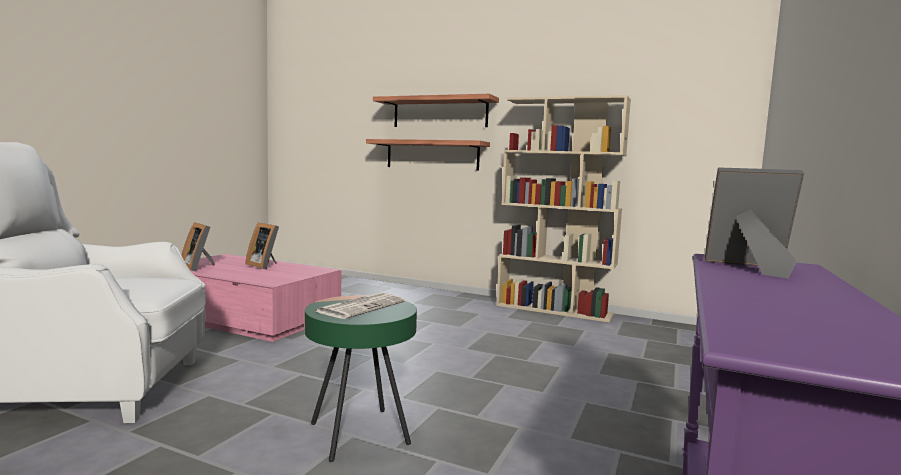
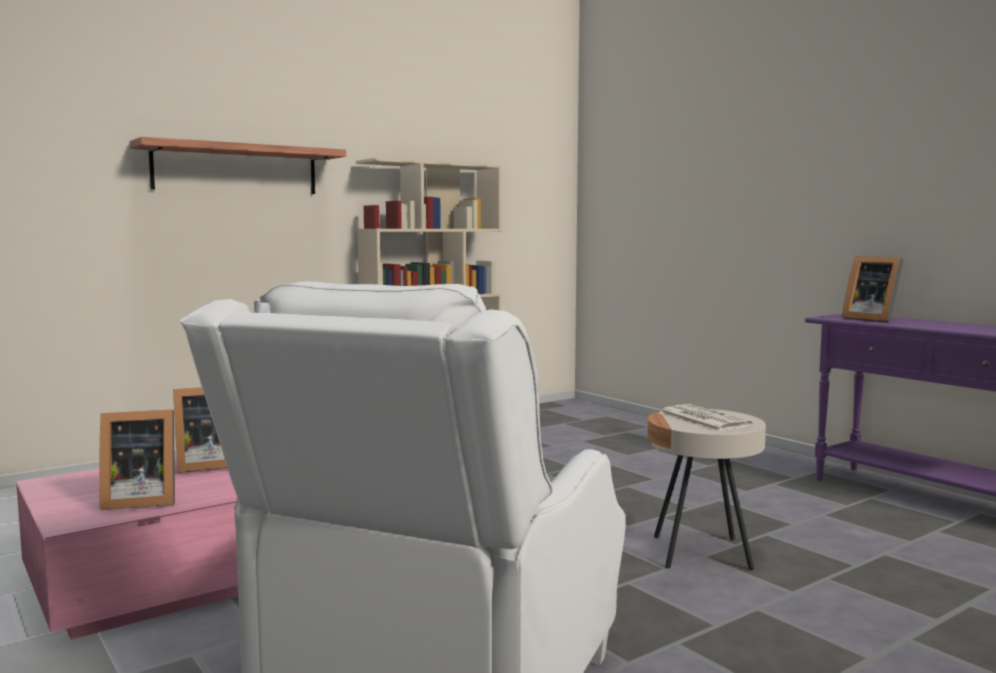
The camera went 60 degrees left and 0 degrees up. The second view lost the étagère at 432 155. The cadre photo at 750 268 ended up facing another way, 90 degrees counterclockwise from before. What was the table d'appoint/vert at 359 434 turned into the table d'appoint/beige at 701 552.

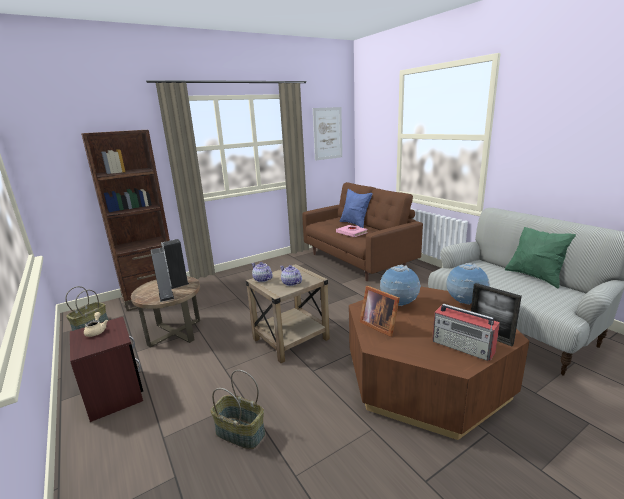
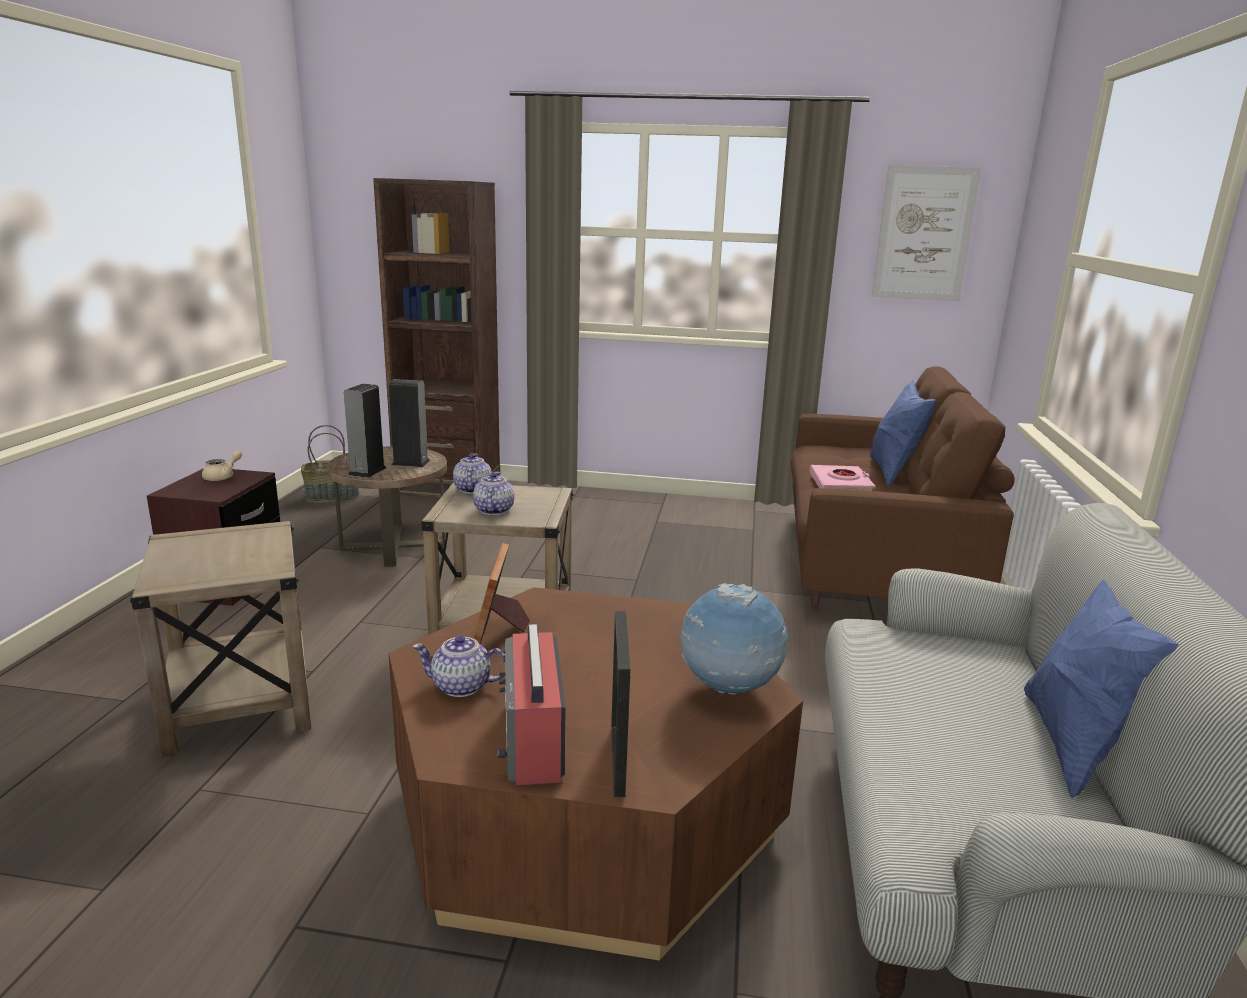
The camera went 40 degrees right and 0 degrees up. What was the coussin/vert at 535 276 turned into the coussin/bleu at 1078 746. The second view lost the globe at 399 304. Where the panier stood at 239 433, the table d'appoint/beige came to stand at 240 702. The second view gained the théière at 462 686.

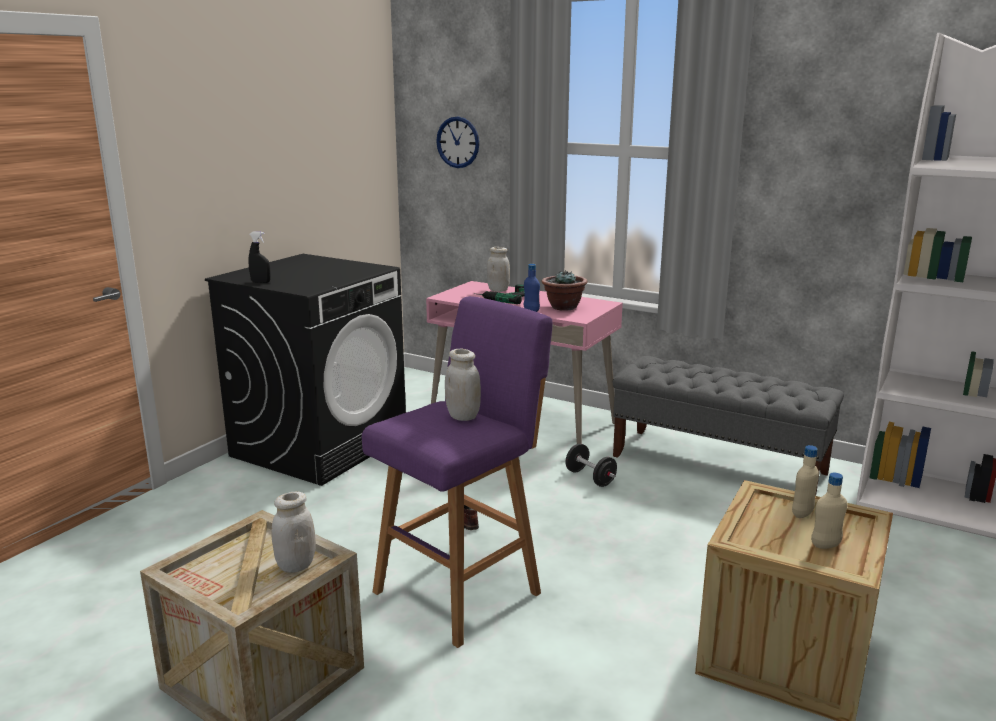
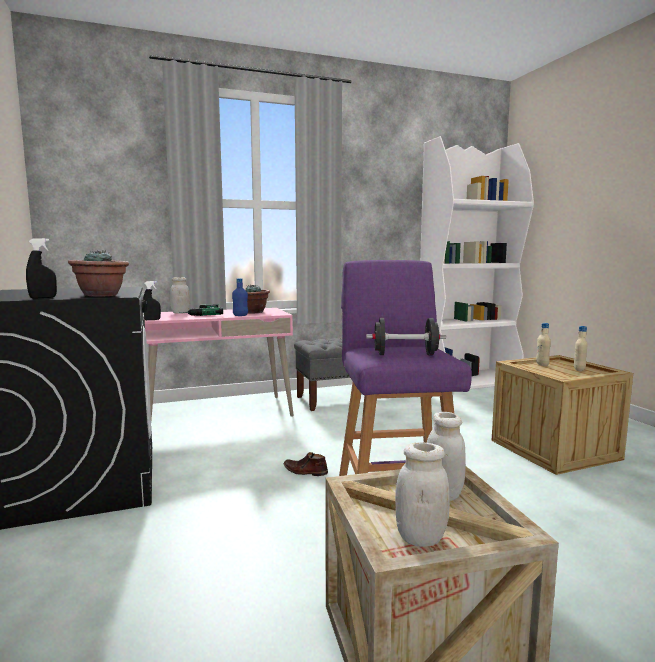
The camera went 50 degrees left and 10 degrees down. The second view lost the horloge murale at 458 142. The bocal/blanc ended up elsewhere, having gone from 463 416 to 420 538. The haltère/noir ended up elsewhere, having gone from 590 478 to 405 354. The second view gained the plante en pot at 101 295. The second view gained the vaporisateur/noir at 152 320.

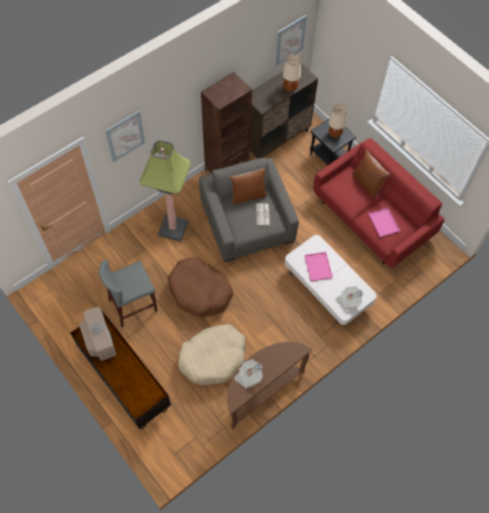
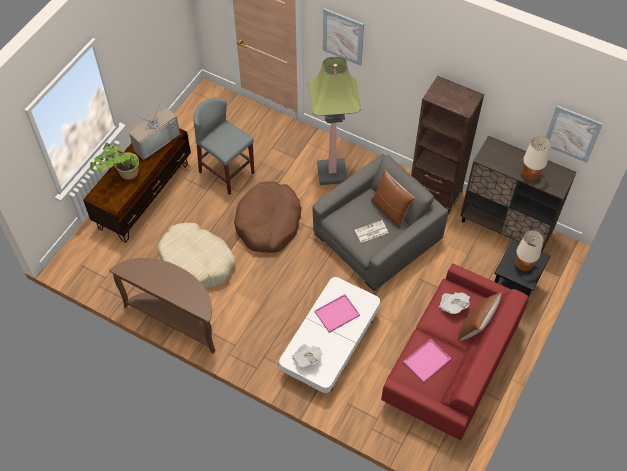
The camera went 70 degrees right and 5 degrees down. The journal ended up elsewhere, having gone from 248 376 to 452 305. The second view gained the plante en pot at 120 177.

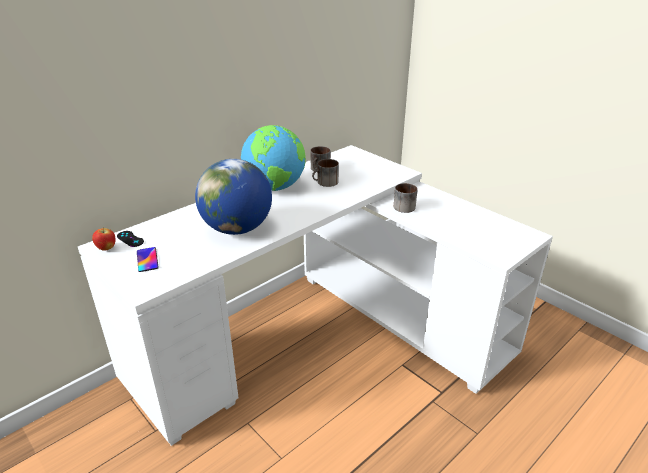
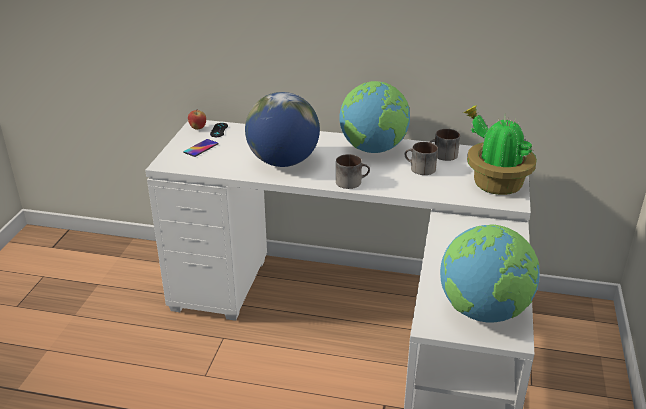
The camera went 55 degrees right and 0 degrees up. The mug ended up elsewhere, having gone from 404 206 to 351 181. The second view gained the plante en pot at 495 184. The second view gained the globe at 484 311.

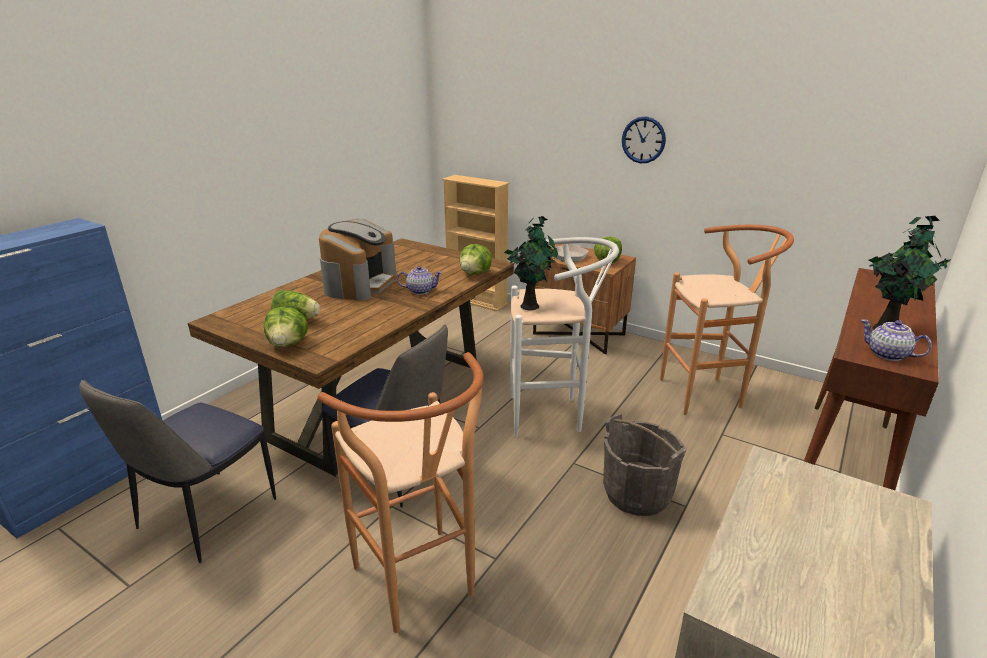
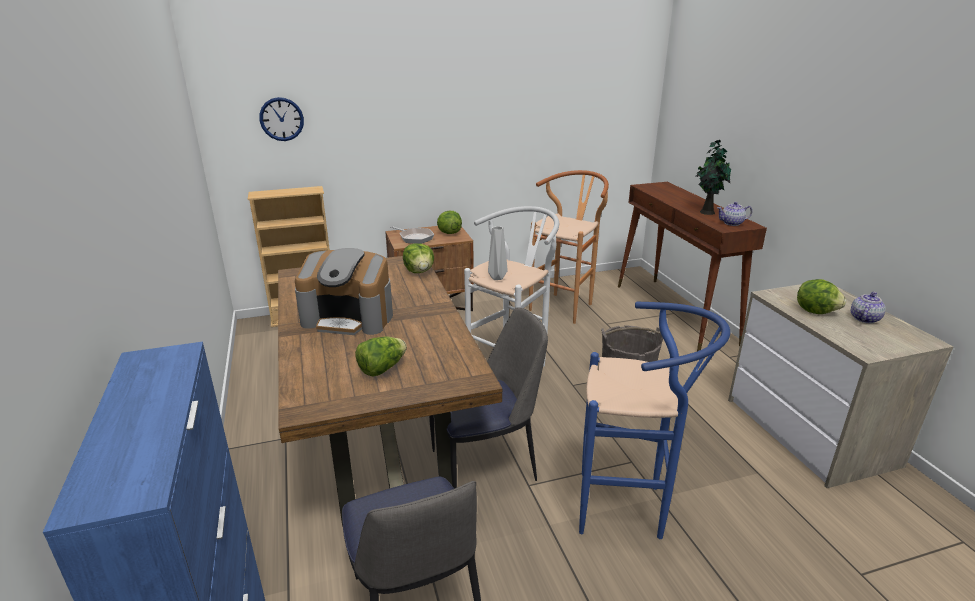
The camera went 50 degrees left and 0 degrees up. The horloge murale ended up elsewhere, having gone from 643 140 to 281 119. Where the plante en pot stood at 530 305, the vase/gris came to stand at 498 278. The machine à café at 360 283 ended up facing another way, 135 degrees clockwise from before. The théière ended up elsewhere, having gone from 420 291 to 864 319. The laitue ended up elsewhere, having gone from 288 344 to 815 311. What was the tabouret/marron at 421 588 turned into the tabouret/bleu at 630 508.

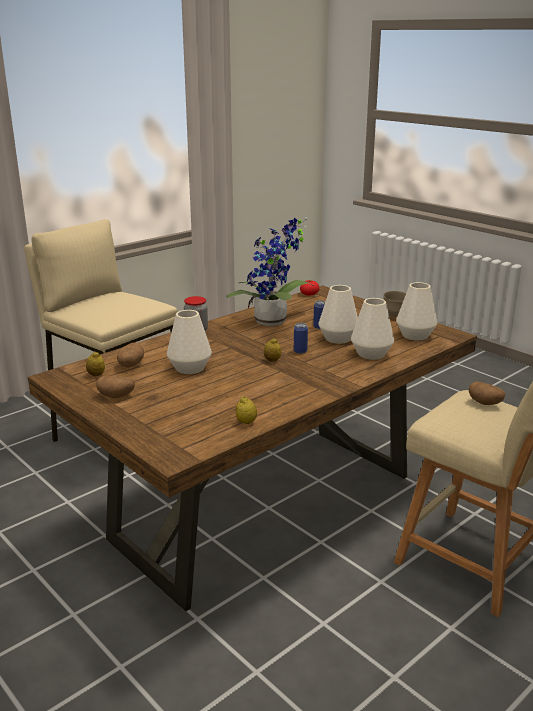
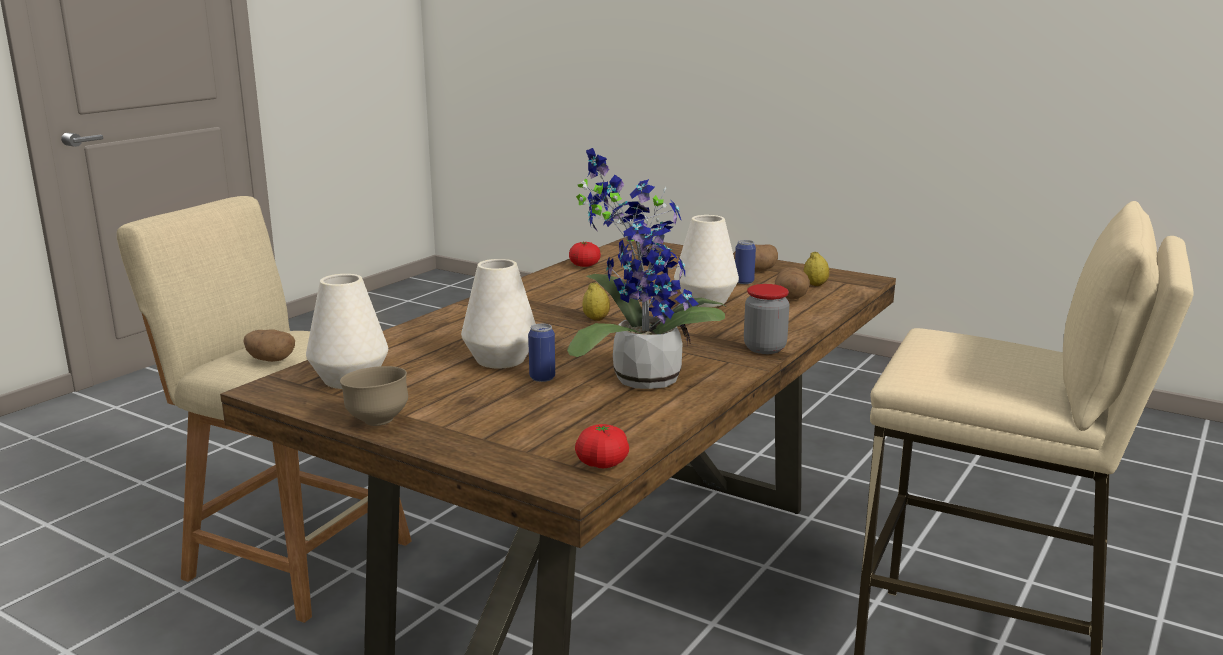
The camera went 165 degrees right and 5 degrees down. The second view lost the vase/blanc at 371 354. The boîte métallique ended up elsewhere, having gone from 300 351 to 744 282. Where the citron stood at 246 422, the tomate came to stand at 584 265.

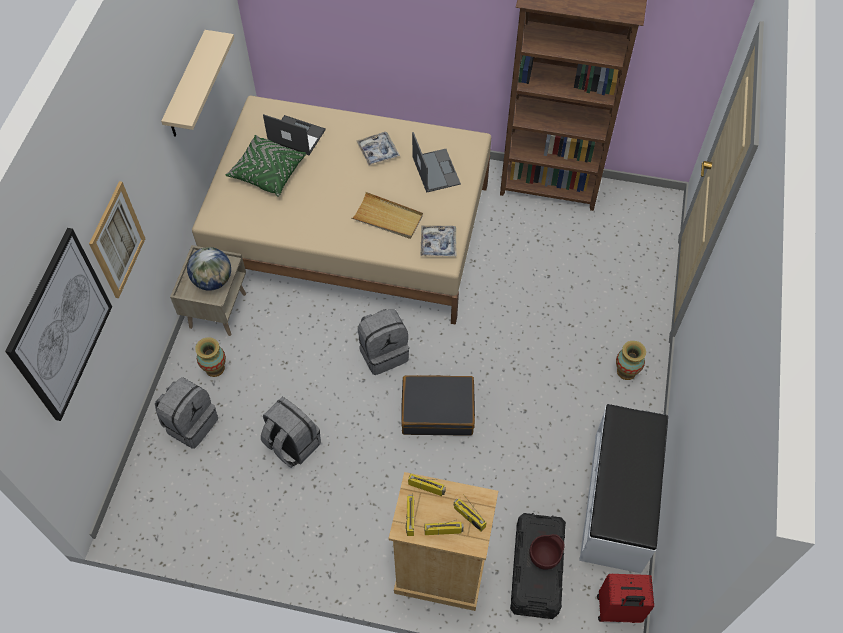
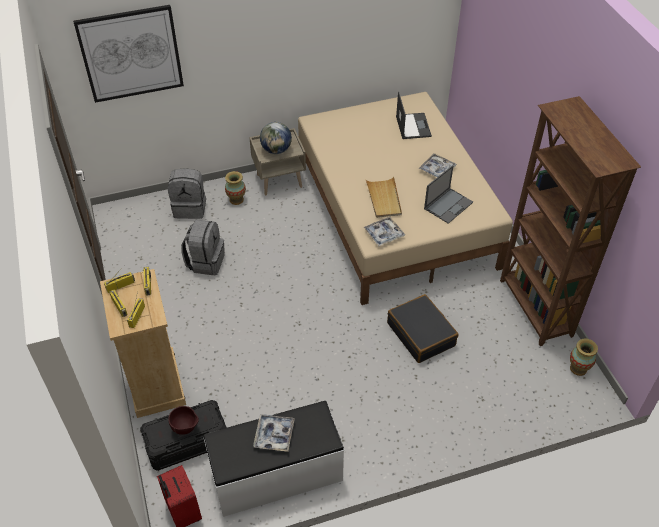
The camera went 60 degrees right and 10 degrees down. The second view lost the étagère/beige at 187 87. The second view lost the coussin/vert at 267 172. The second view lost the tableau at 117 240. The second view lost the sac à dos/gris at 383 353. The vase ended up elsewhere, having gone from 626 371 to 578 368. The valise/noir ended up elsewhere, having gone from 437 410 to 421 334. The second view gained the plateau at 274 435.

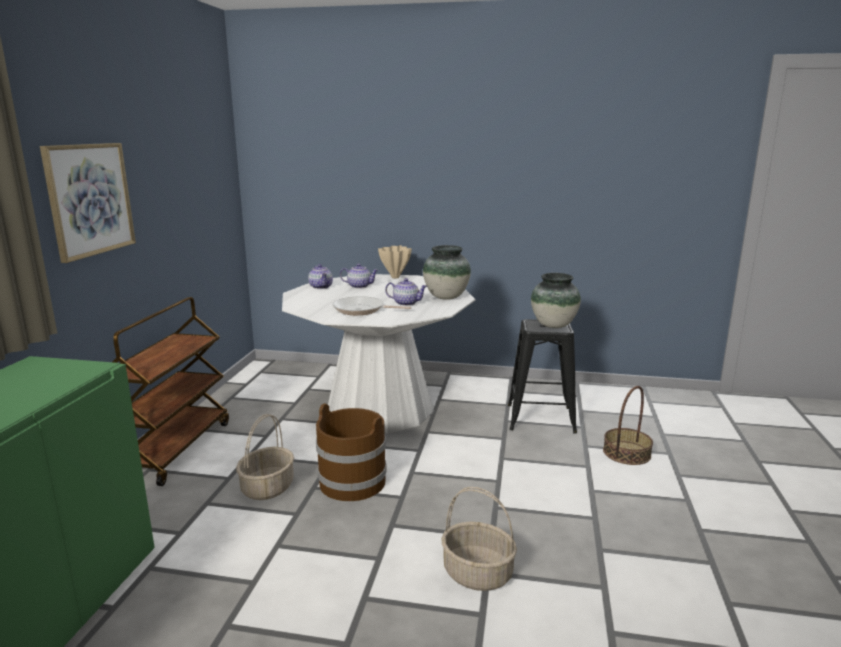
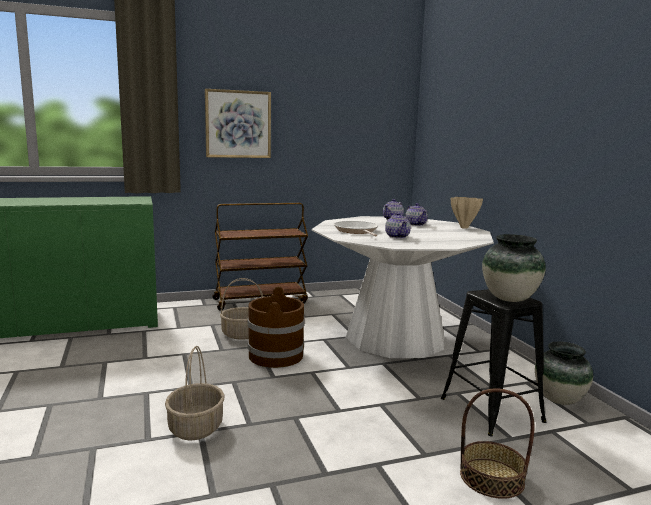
The camera went 60 degrees right and 5 degrees down. The vase ended up elsewhere, having gone from 446 297 to 559 399.

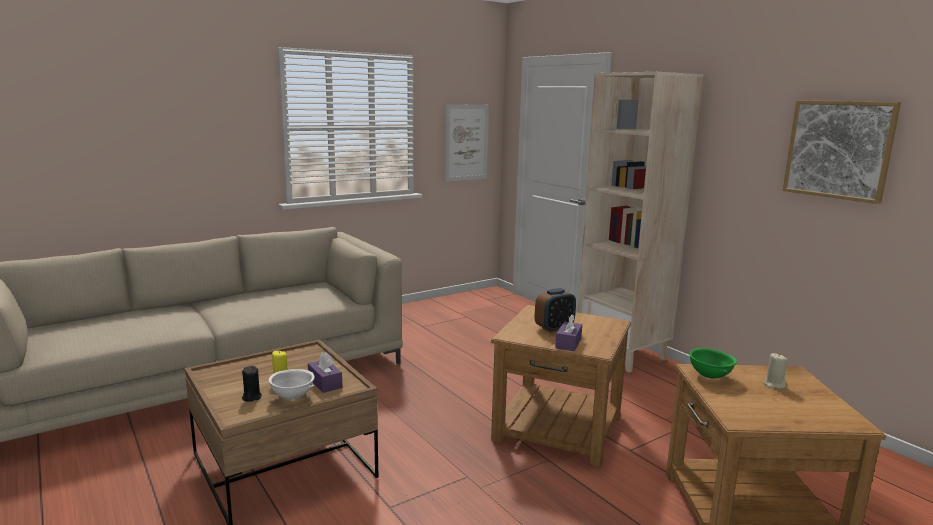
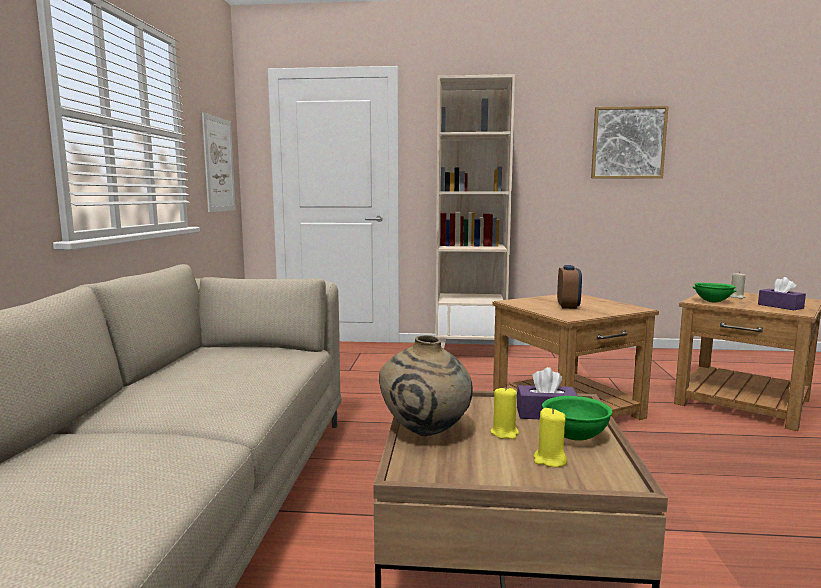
The camera went 50 degrees left and 5 degrees down. The boîte à mouchoirs/violet ended up elsewhere, having gone from 568 343 to 780 306. What was the bougie/noir at 251 397 turned into the bougie/jaune at 550 460. What was the bol/blanc at 292 397 turned into the bol/vert at 574 437. The second view gained the vase/beige at 426 433.

